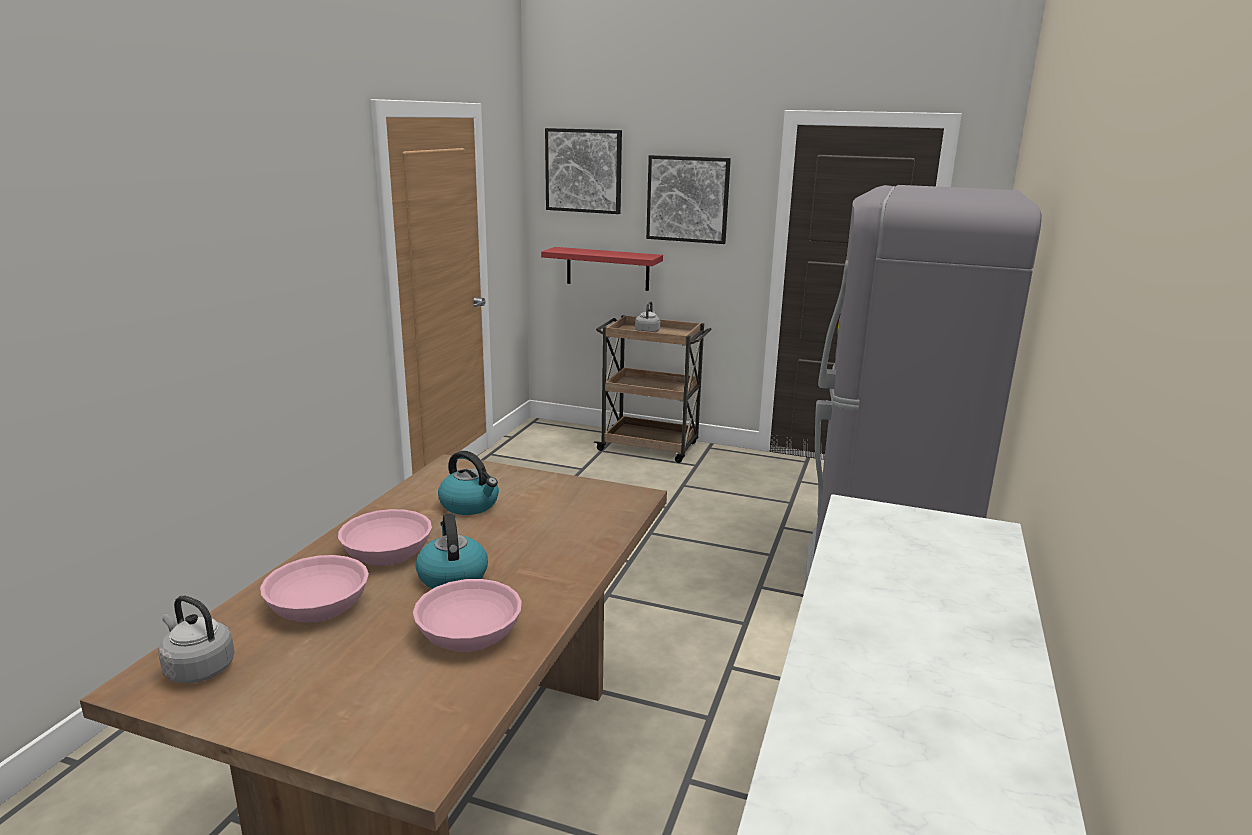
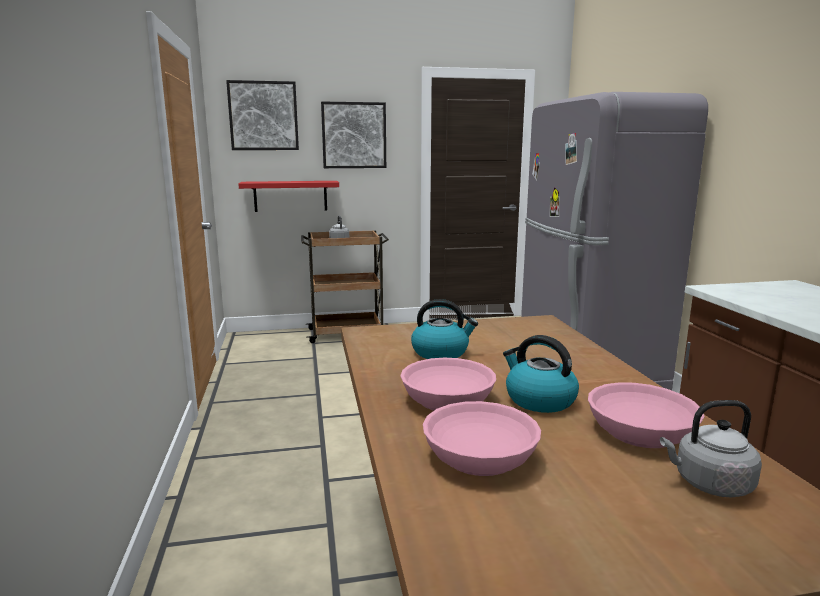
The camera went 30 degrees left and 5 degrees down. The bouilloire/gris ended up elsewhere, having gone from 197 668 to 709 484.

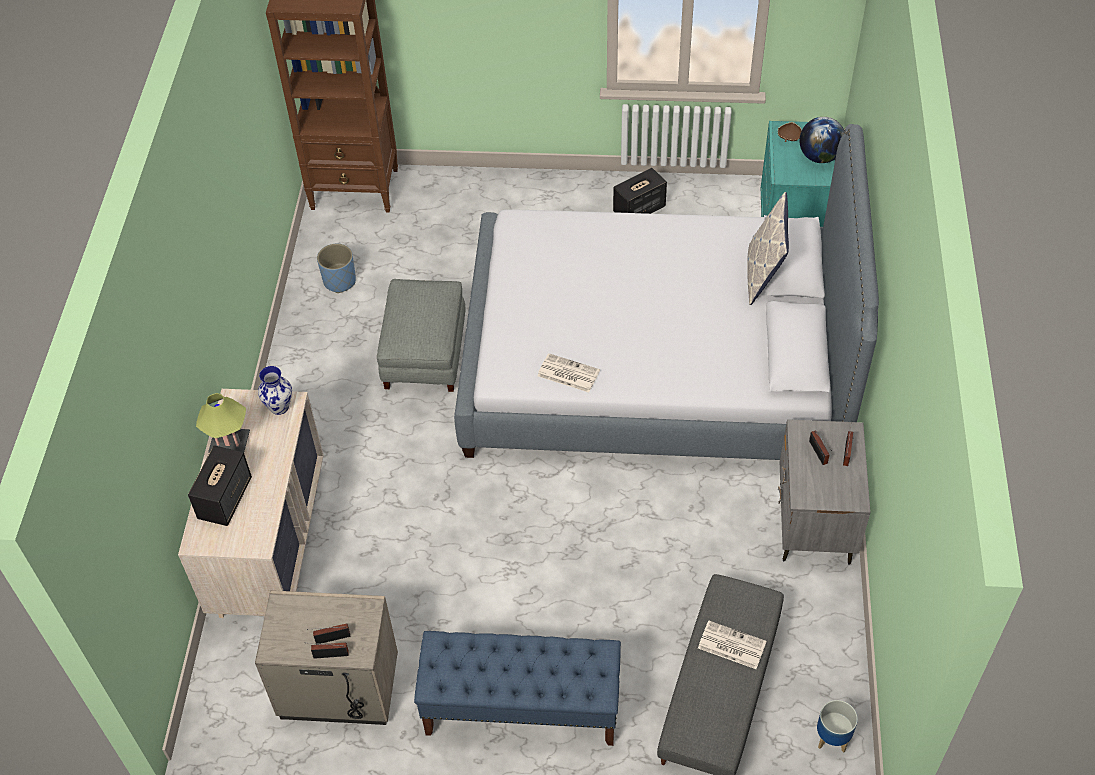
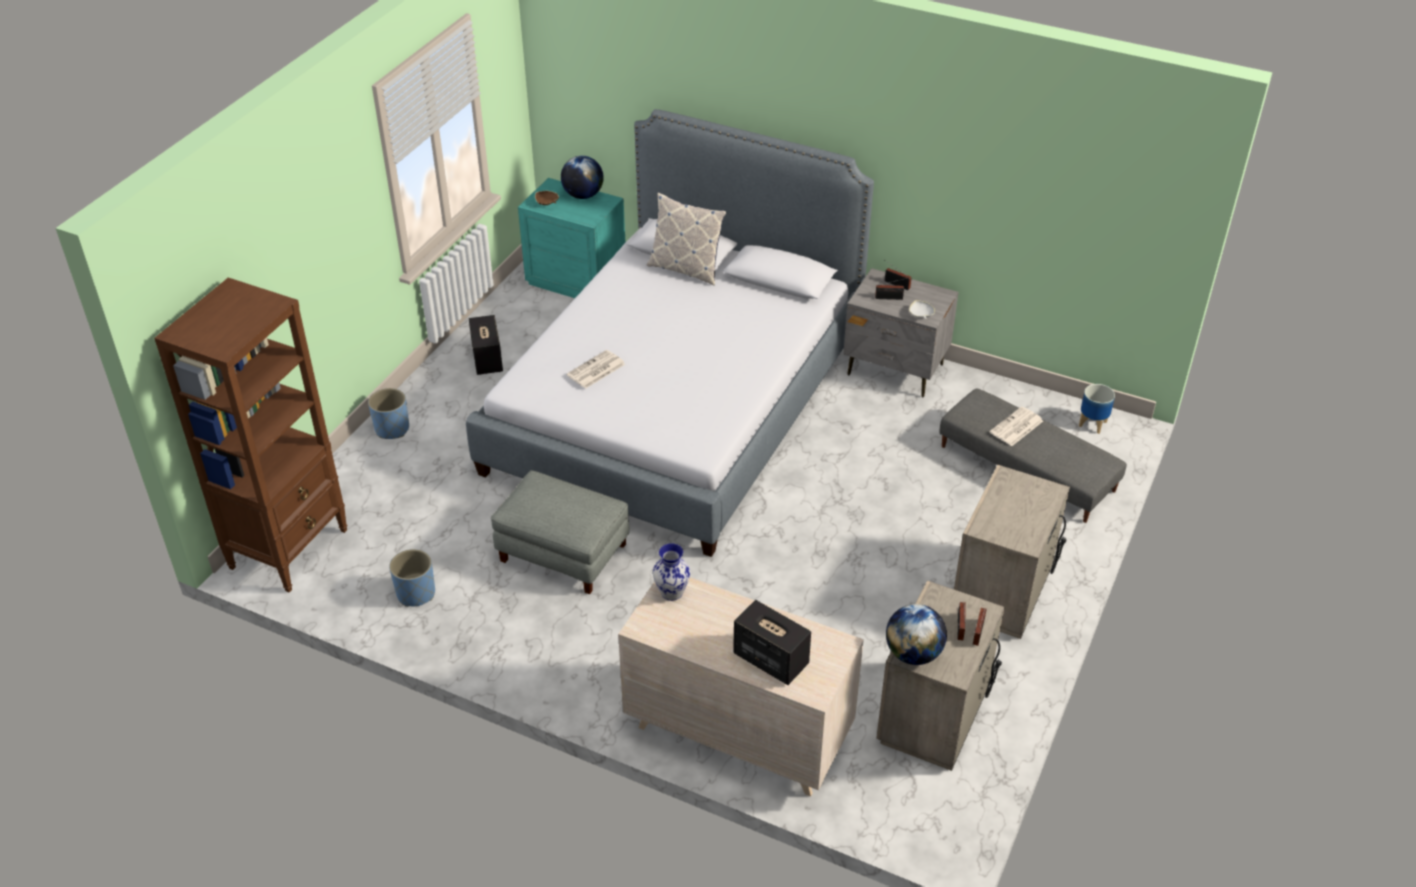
The camera went 70 degrees left and 10 degrees down. The journal ended up elsewhere, having gone from 567 373 to 595 370. The second view lost the lampe de table at 230 443. Where the banc/bleu stood at 521 708, the table de chevet/beige came to stand at 1003 593. The second view gained the bol/blanc at 920 315. The second view gained the cache-pot/bleu at 392 429. The second view gained the globe at 913 654.

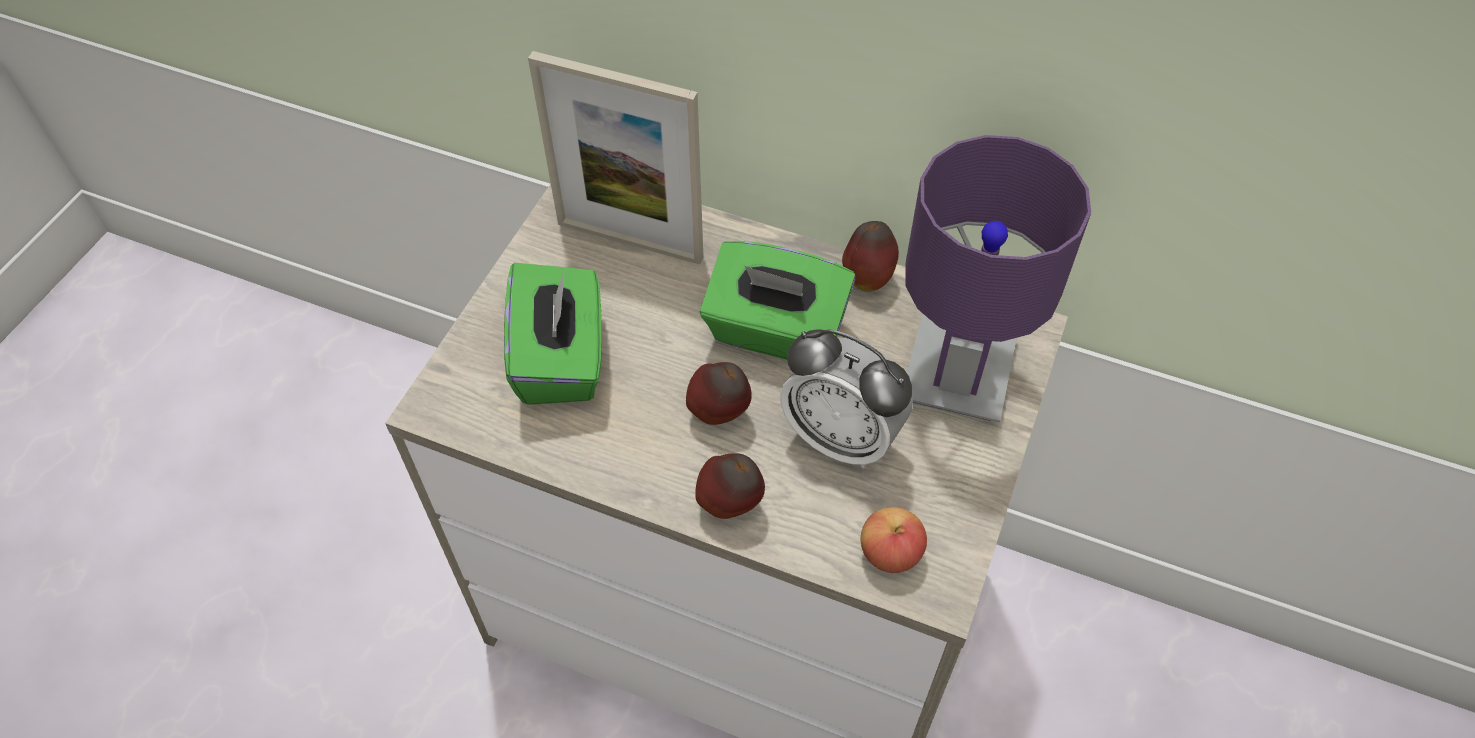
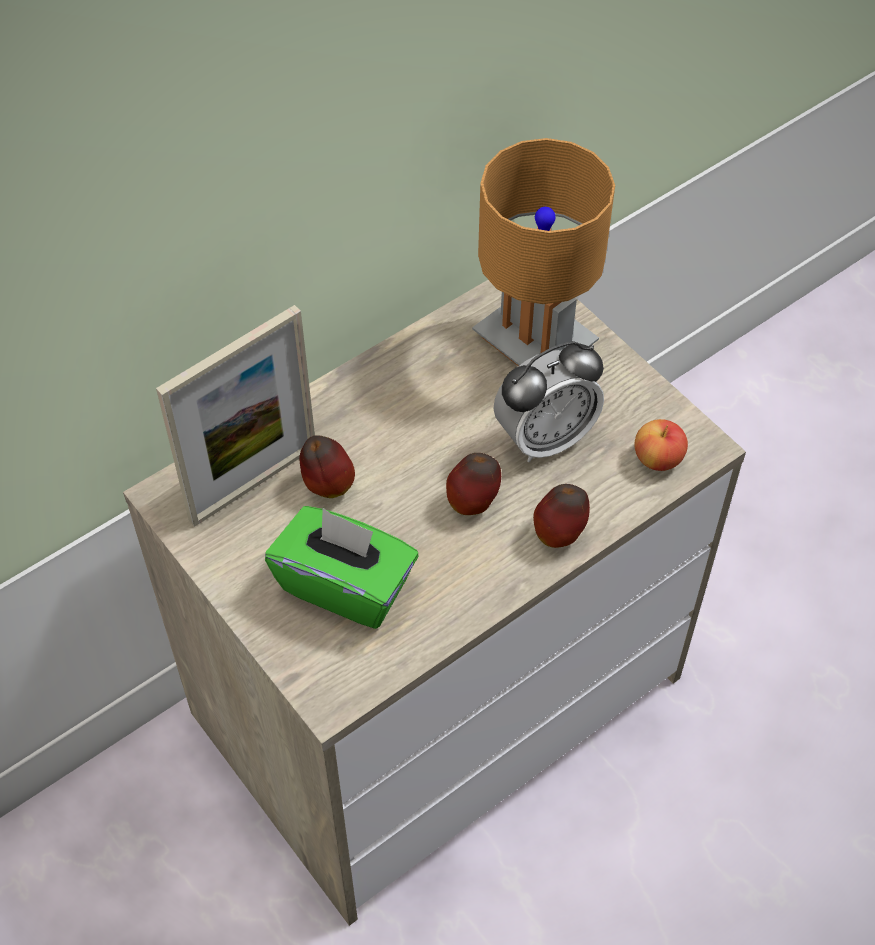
The camera went 60 degrees left and 0 degrees up. What was the lampe de table/violet at 959 372 turned into the lampe de table/marron at 535 341. The pomme ended up elsewhere, having gone from 867 278 to 327 486. The second view lost the boîte à mouchoirs/vert at 775 332.

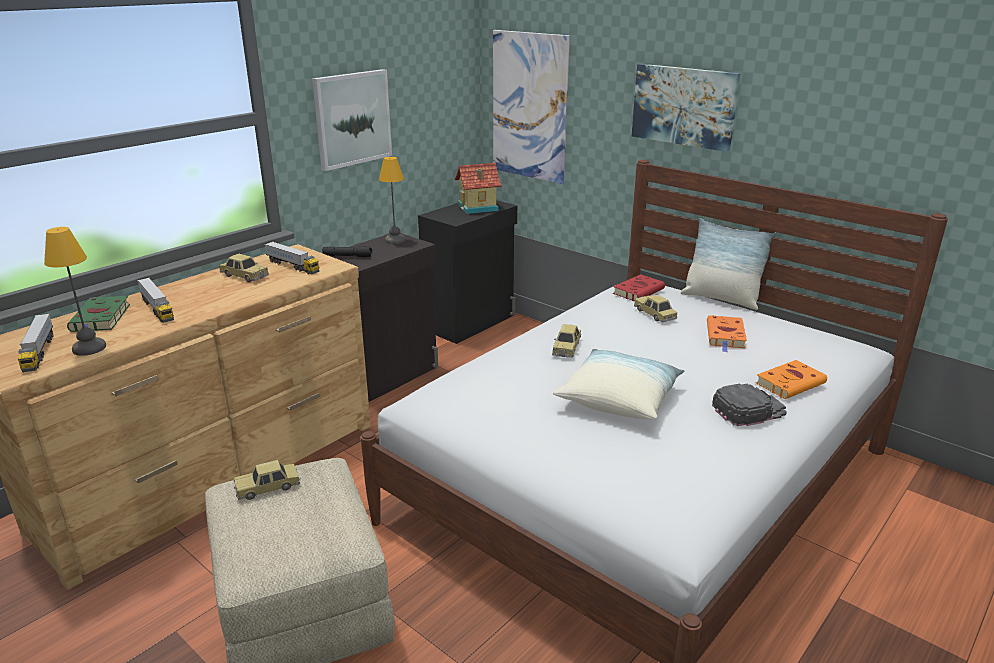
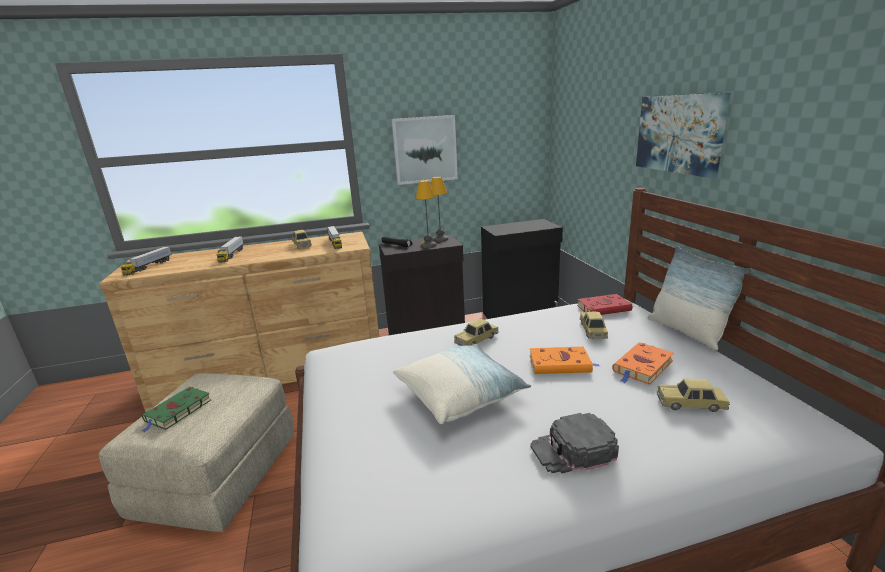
The camera went 35 degrees right and 5 degrees down. The second view lost the tableau at 529 107. The second view lost the maison miniature at 478 207. The lampe de table ended up elsewhere, having gone from 88 348 to 428 245. The livre/vert ended up elsewhere, having gone from 100 319 to 177 412. The livre/orange ended up elsewhere, having gone from 791 383 to 561 364. The casquette/noir at 748 410 ended up facing another way, 150 degrees clockwise from before. The petite voiture ended up elsewhere, having gone from 268 487 to 691 404.

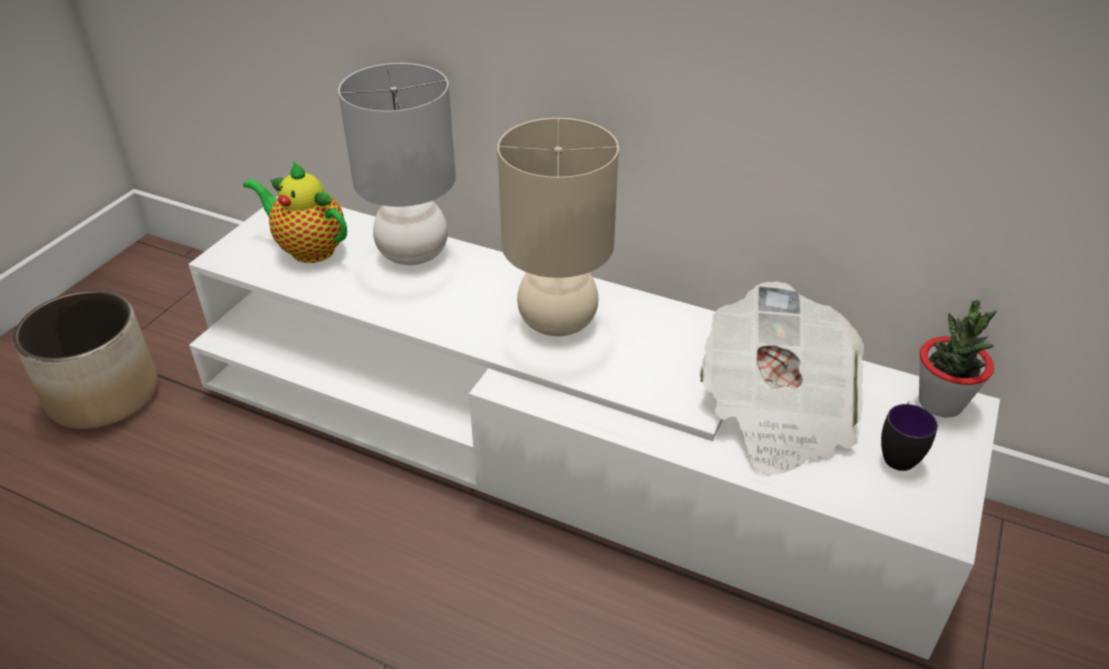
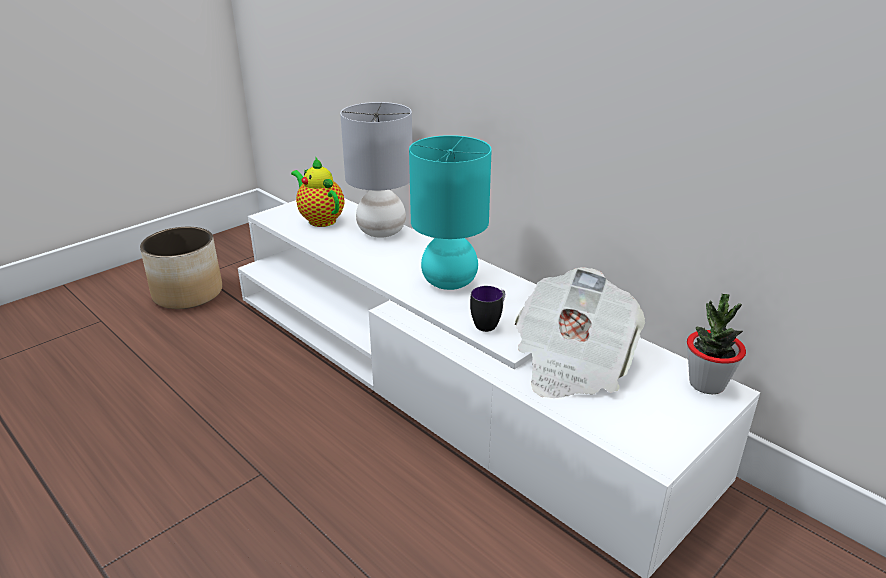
The camera went 20 degrees right and 10 degrees down. What was the lampe de table/beige at 556 320 turned into the lampe de table/turquoise at 449 281. The mug ended up elsewhere, having gone from 899 453 to 489 323.

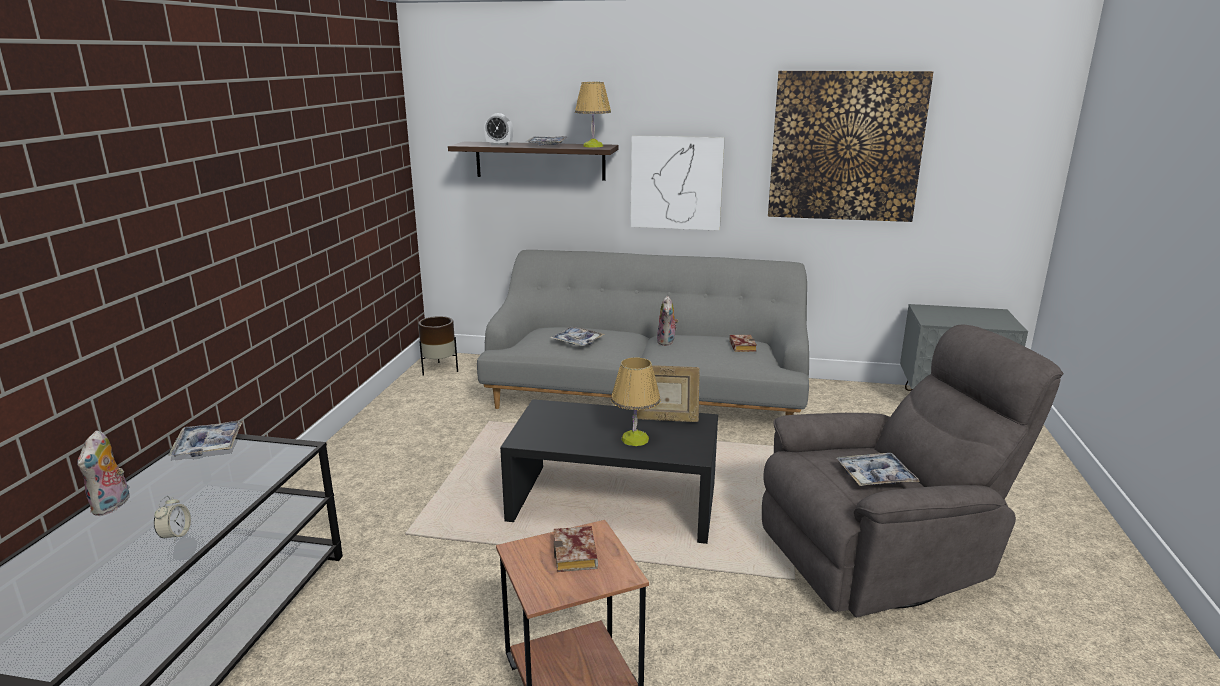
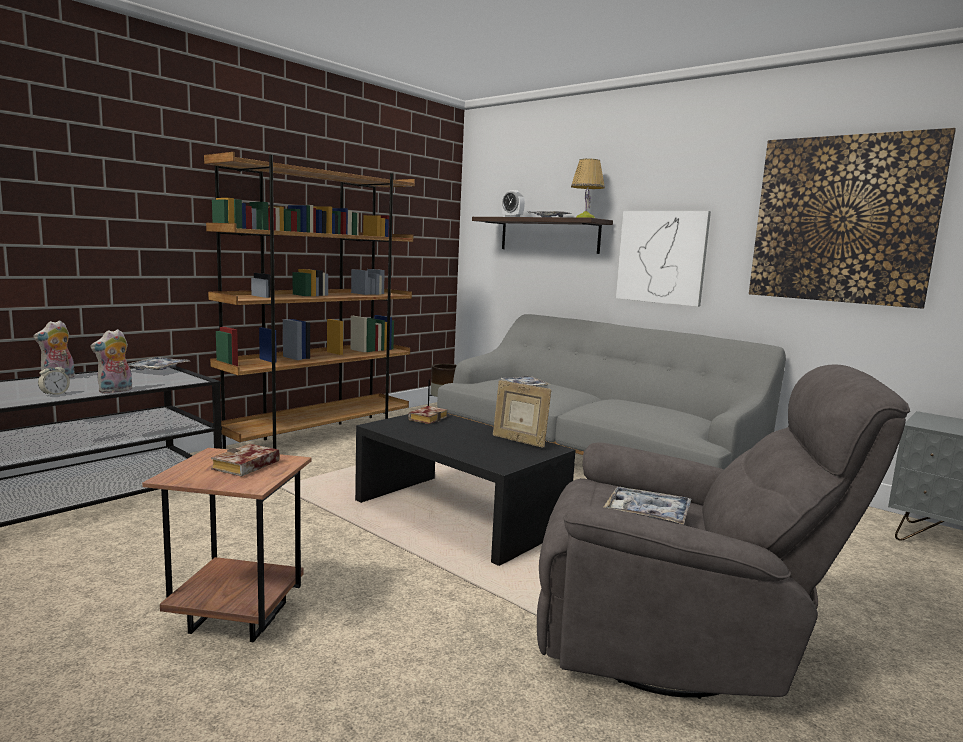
The camera went 30 degrees right and 10 degrees down. The peluche ended up elsewhere, having gone from 667 342 to 115 391. The livre ended up elsewhere, having gone from 741 346 to 427 418. The second view lost the lampe de table at 635 439. The second view gained the bibliothèque/marron at 319 436.

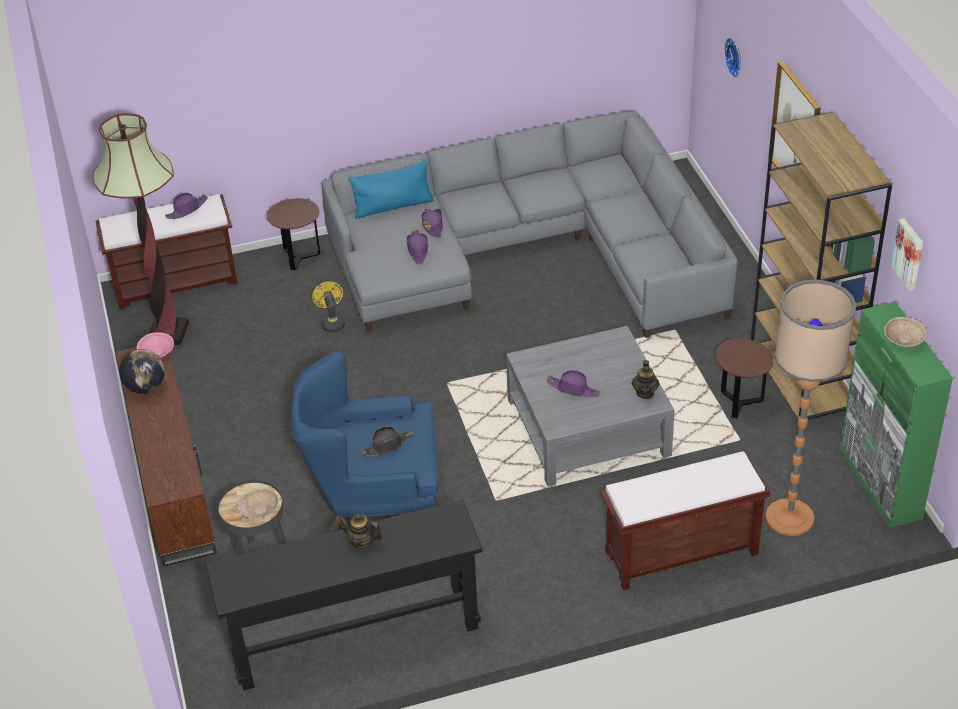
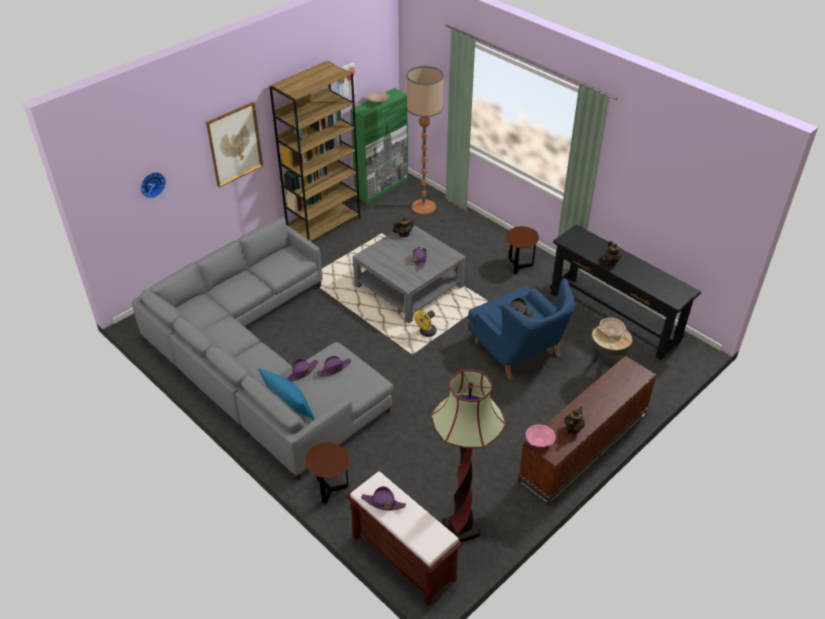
The camera went 120 degrees left and 0 degrees up. The ventilateur/jaune ended up elsewhere, having gone from 332 322 to 426 333. The table d'appoint/marron ended up elsewhere, having gone from 739 403 to 519 266. Where the globe stood at 146 387, the théière came to stand at 573 428. The second view lost the banc/marron at 680 554.

